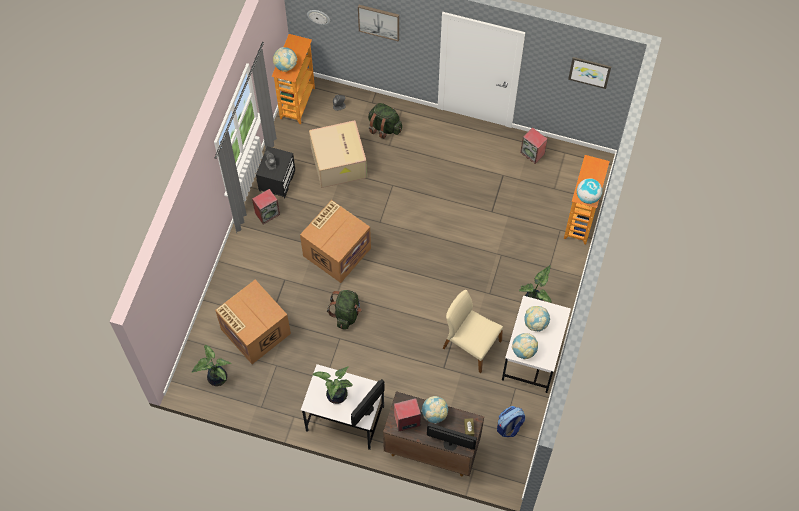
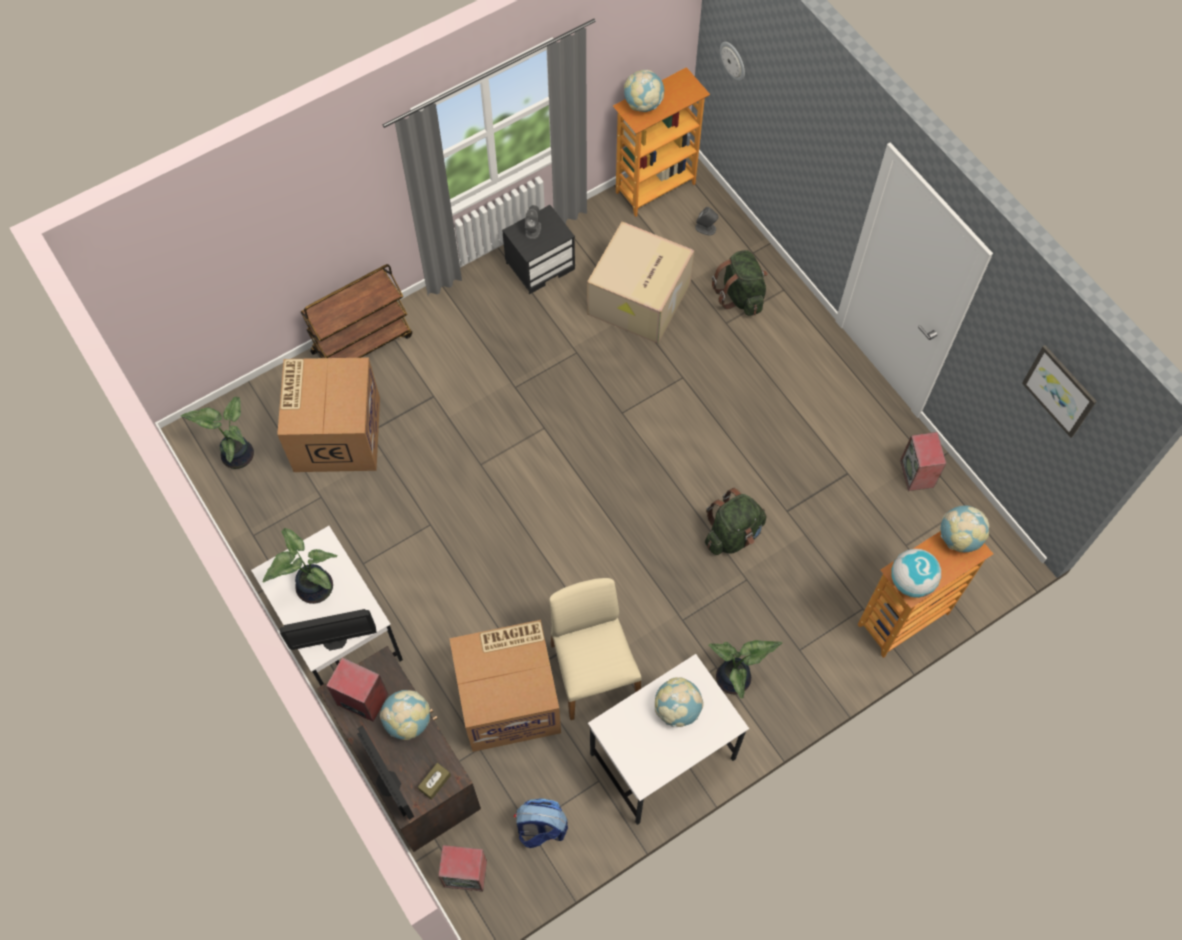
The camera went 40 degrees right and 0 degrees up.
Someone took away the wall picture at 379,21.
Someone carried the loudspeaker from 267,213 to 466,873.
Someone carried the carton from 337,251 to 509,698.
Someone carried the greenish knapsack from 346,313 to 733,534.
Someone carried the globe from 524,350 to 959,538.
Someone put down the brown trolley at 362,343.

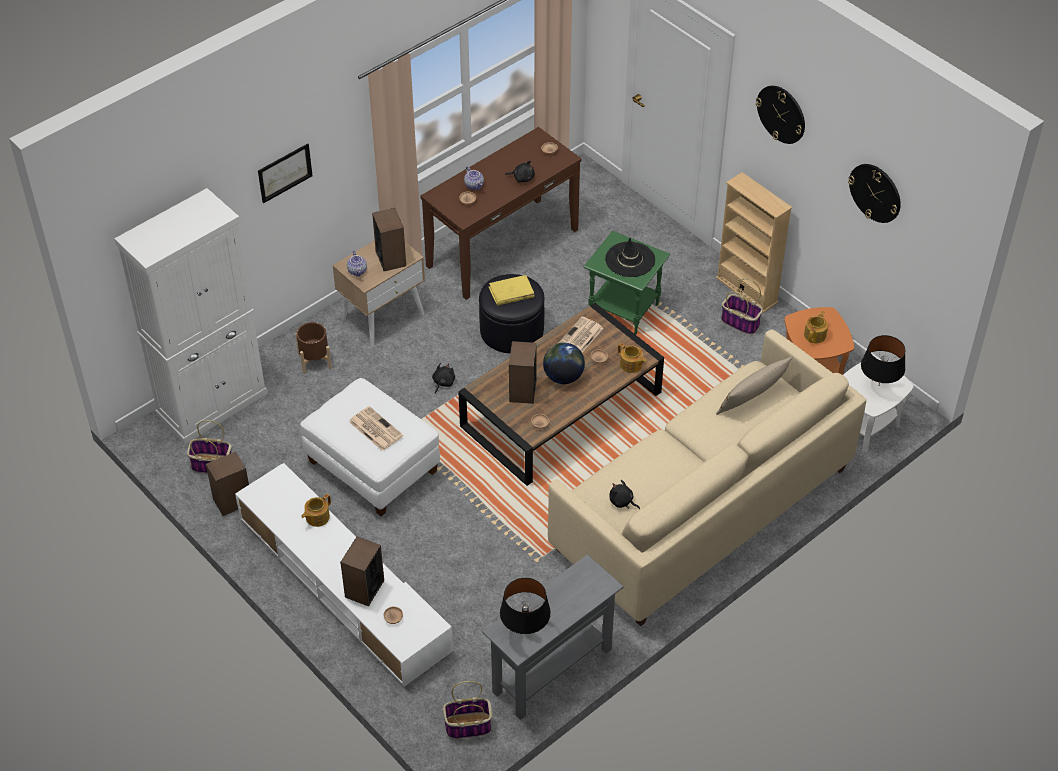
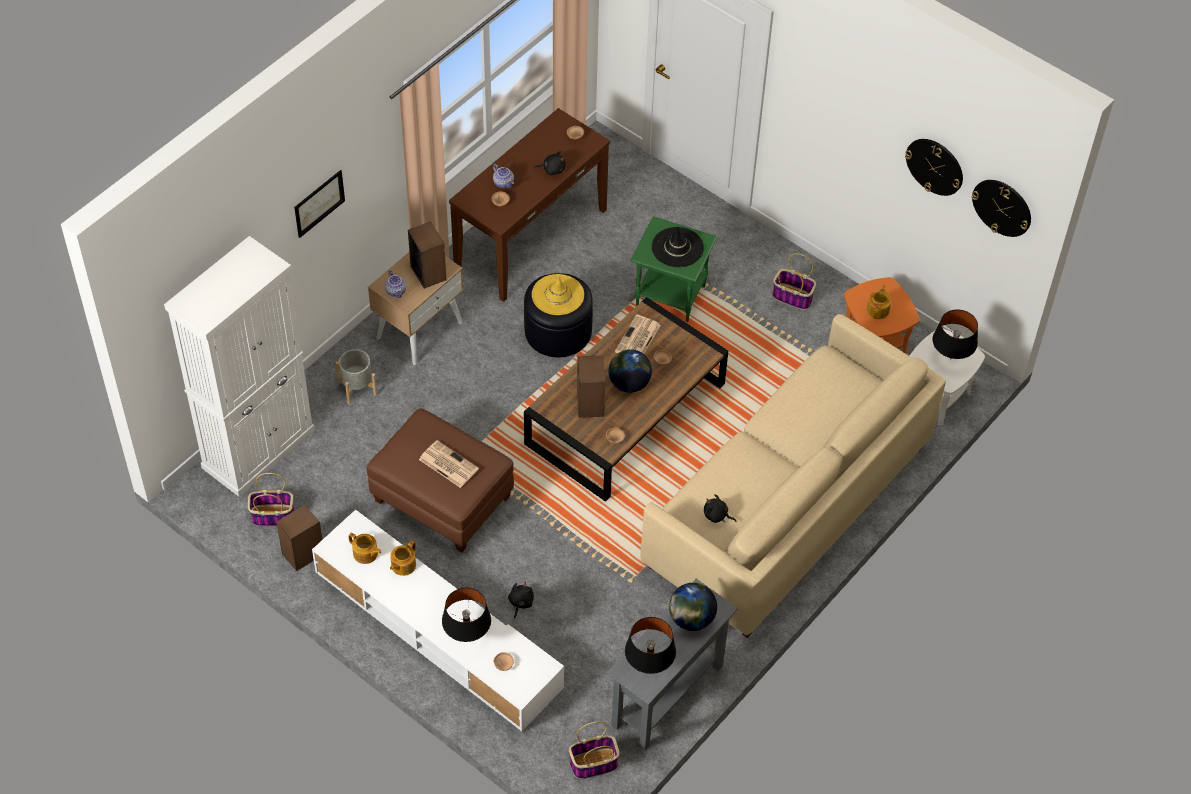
The camera went 10 degrees left and 5 degrees up.
Someone carried the clock on the wall from 781,114 to 1002,207.
Someone took away the sand-coloured bookshelf at 747,290.
Someone swapped the yellow volume at 511,292 for the yellow clothing hat at 558,295.
Someone repainted the brown plant pot at 315,361, which became the gray plant pot at 357,388.
Someone carried the pot for tea from 631,365 to 365,554.
Someone took away the sand-coloured cushion at 752,398.
Someone carried the black cuddly toy from 443,383 to 520,603.
Someone repainted the white footrest at 372,467, which became the brown footrest at 442,500.
Someone swapped the loudspeaker at 364,589 for the black tabletop lamp at 467,636.
Someone put down the globe at 691,619.

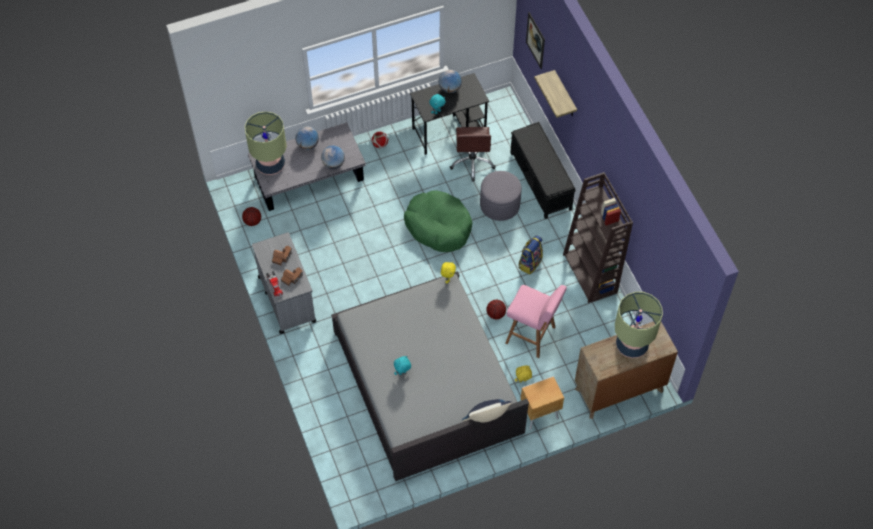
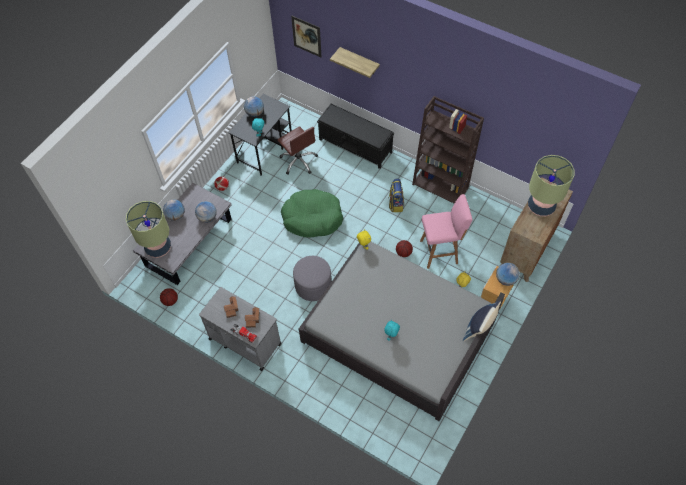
The camera went 35 degrees left and 0 degrees up.
Someone carried the gray footrest from 499,205 to 313,285.
Someone put down the globe at 505,279.

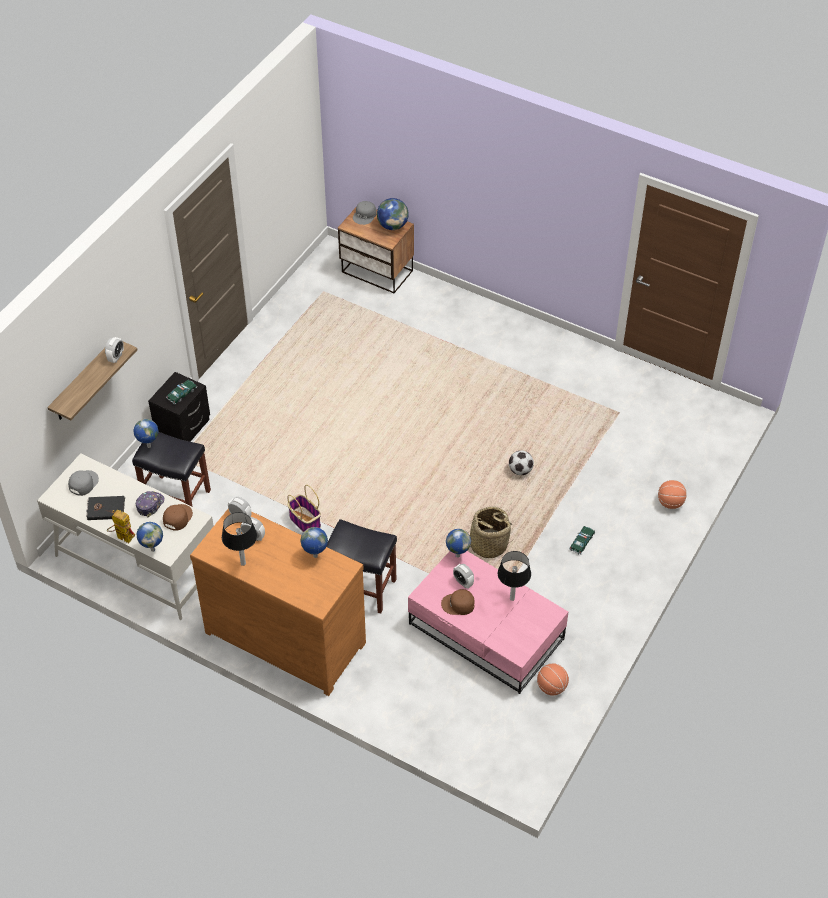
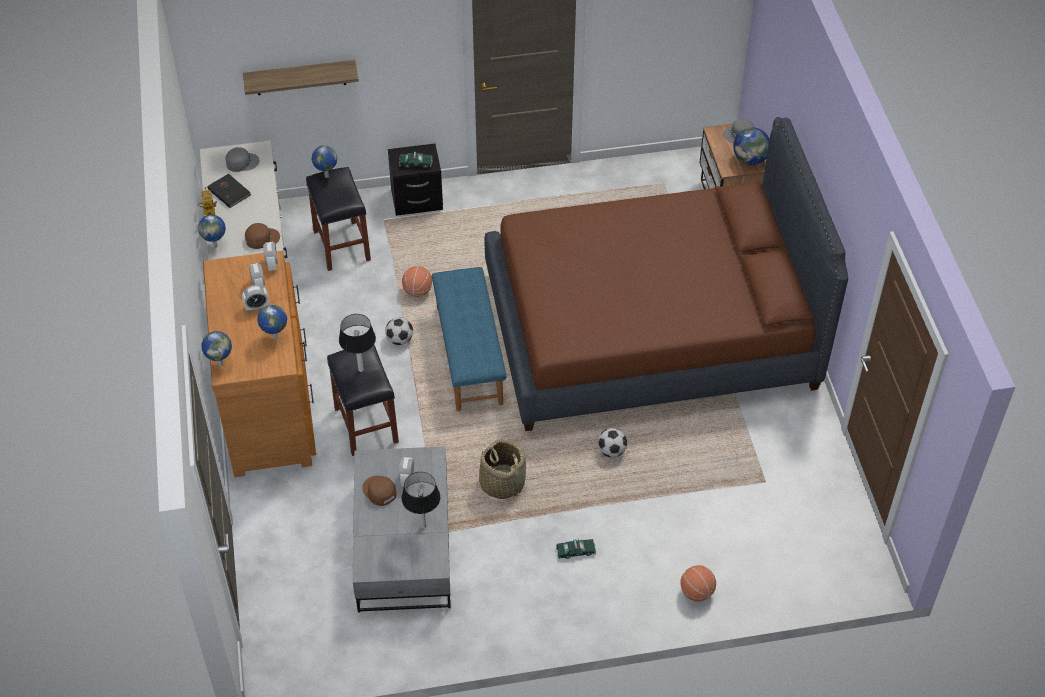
The camera went 50 degrees right and 0 degrees up.
Someone carried the alarm clock from 116,357 to 257,307.
Someone swapped the household basket at 304,520 for the football at 399,340.
Someone took away the peaked cap at 150,505.
Someone carried the tabletop lamp from 243,563 to 361,369.
Someone carried the globe from 457,555 to 220,363.
Someone repainted the pinkish lounge table at 487,631, which became the gray lounge table at 404,544.
Someone carried the ball for basketball from 552,687 to 417,291.
Someone put down the brown sleeping bed at 650,330.
Someone put down the bluish long seat at 470,355.

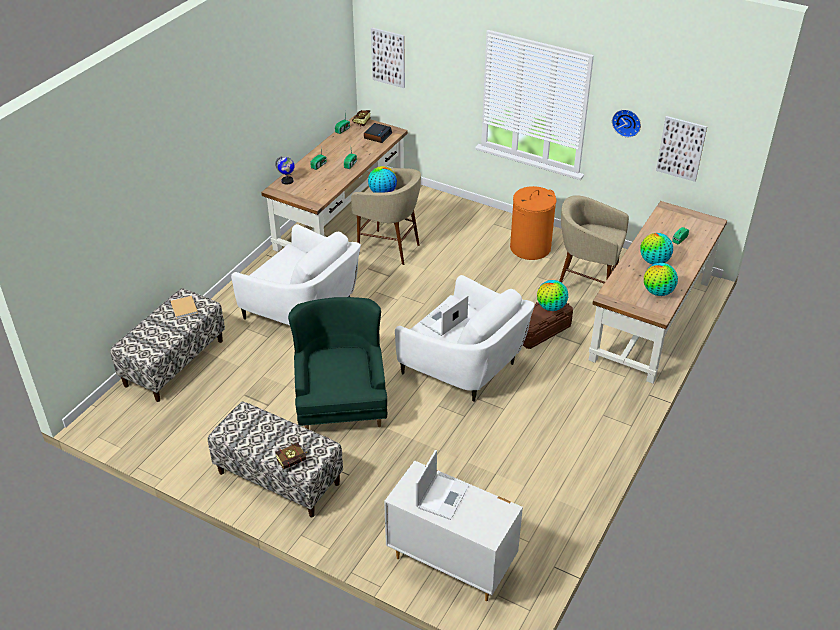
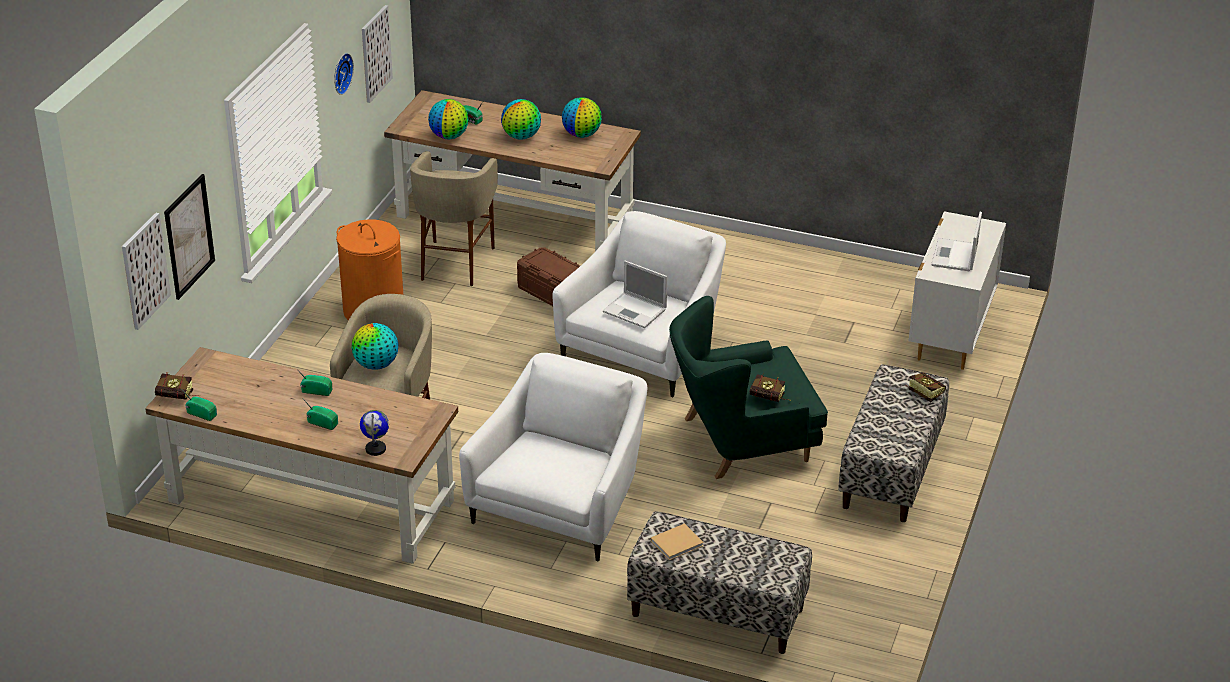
The camera went 100 degrees left and 5 degrees down.
Someone took away the alarm clock at 377,136.
Someone carried the globe from 551,307 to 449,136.
Someone rotated the portable computer at 442,495 by 90 degrees counterclockwise.
Someone put up the wall picture at 189,236.
Someone put down the volume at 770,399.

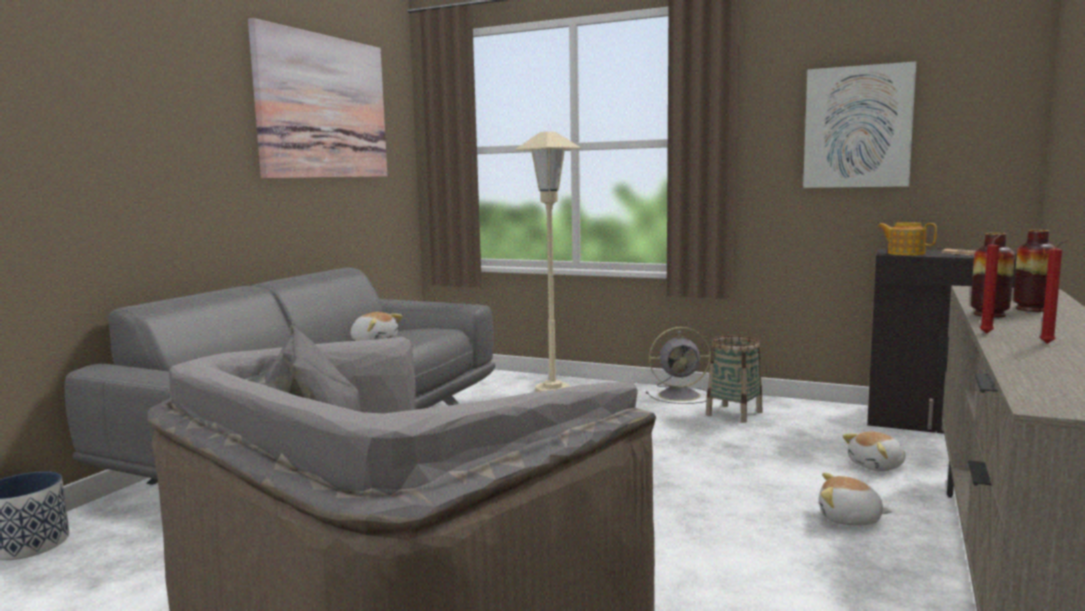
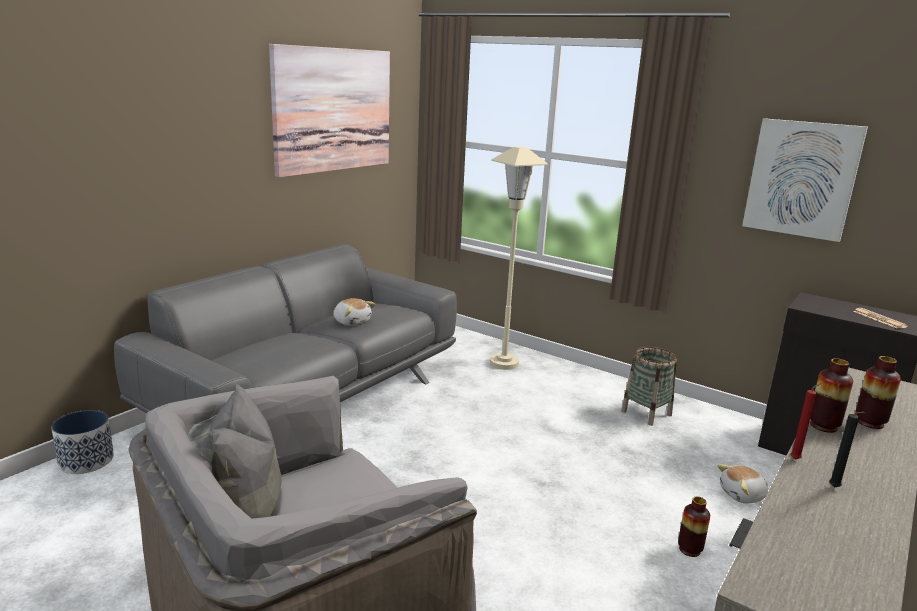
The camera went 10 degrees right and 10 degrees up.
Someone took away the pot for tea at 905,253.
Someone repainted the red wax candle at 1049,344, which became the black wax candle at 835,488.
Someone took away the gray fan at 681,395.
Someone swapped the cuddly toy at 849,519 for the decorative vase at 689,550.

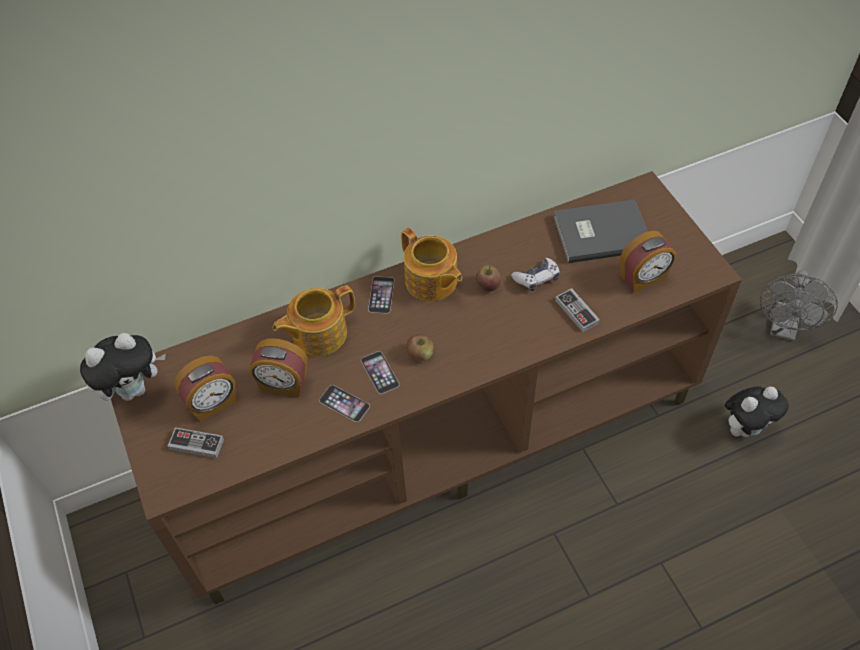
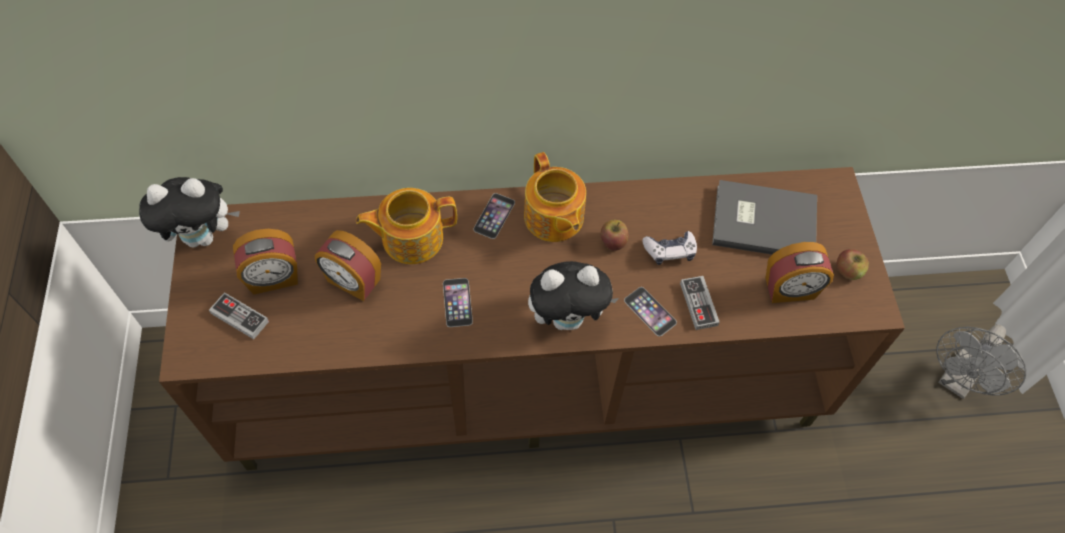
The camera went 15 degrees right and 5 degrees up.
Someone carried the apple fruit from 420,354 to 848,271.
Someone carried the telephone from 344,403 to 650,311.
Someone carried the cuddly toy from 745,427 to 568,318.

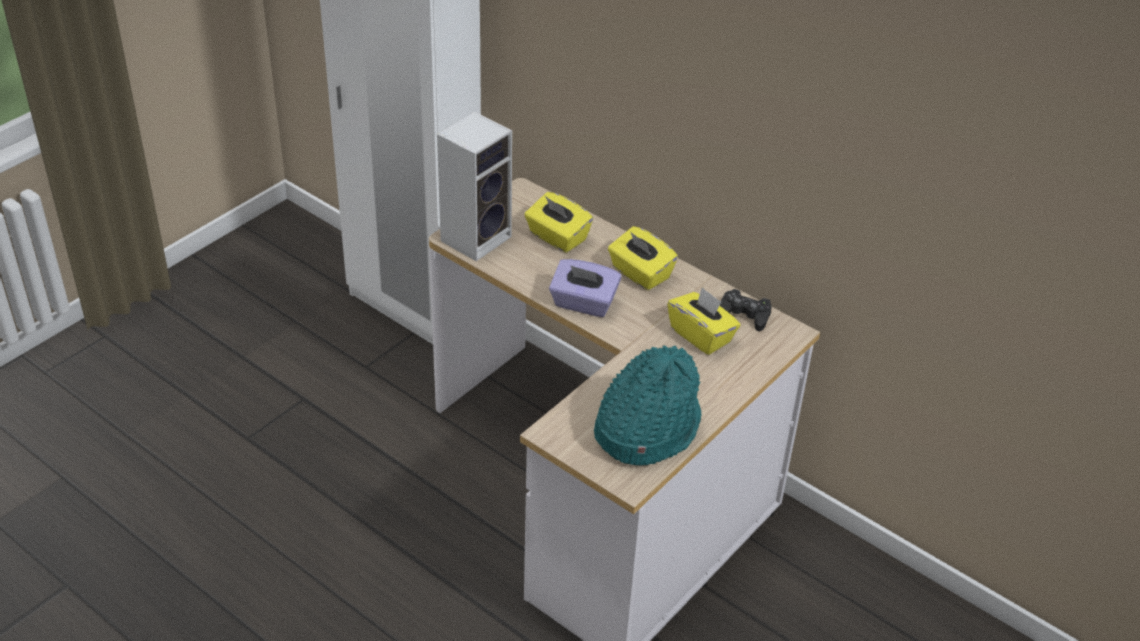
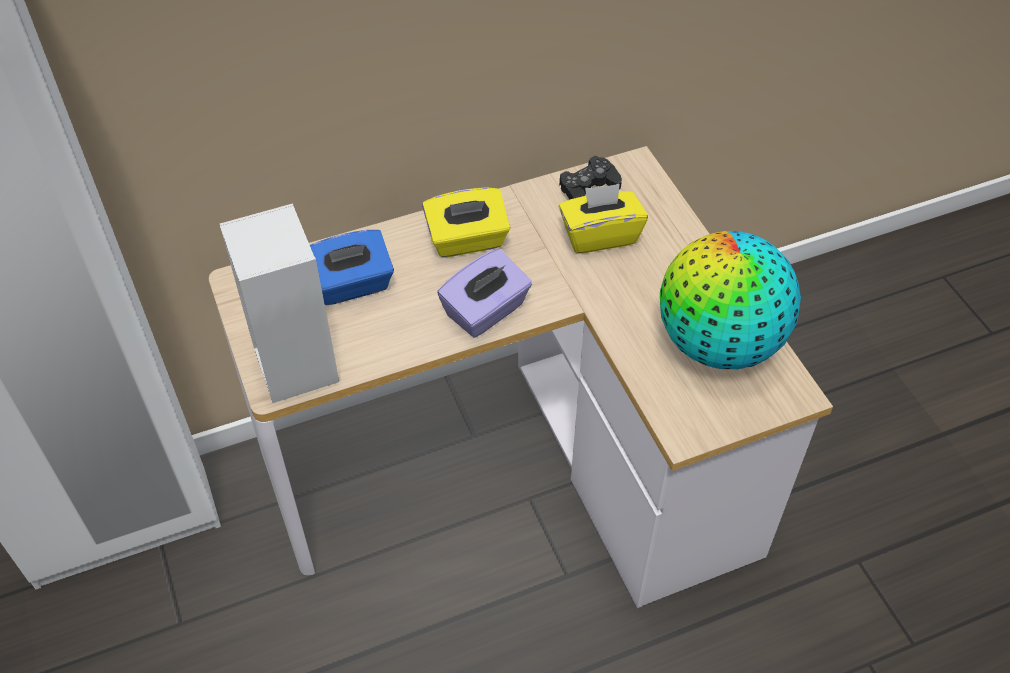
The camera went 60 degrees left and 10 degrees up.
Someone repainted the yellow tissue holder at 557,237, which became the bluish tissue holder at 351,285.
Someone swapped the blue-green clothing hat at 646,427 for the globe at 718,344.

